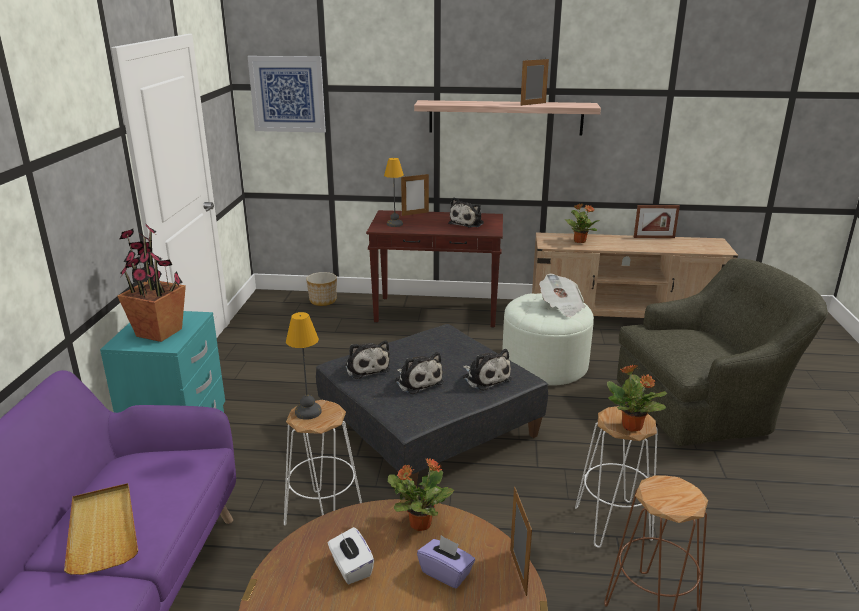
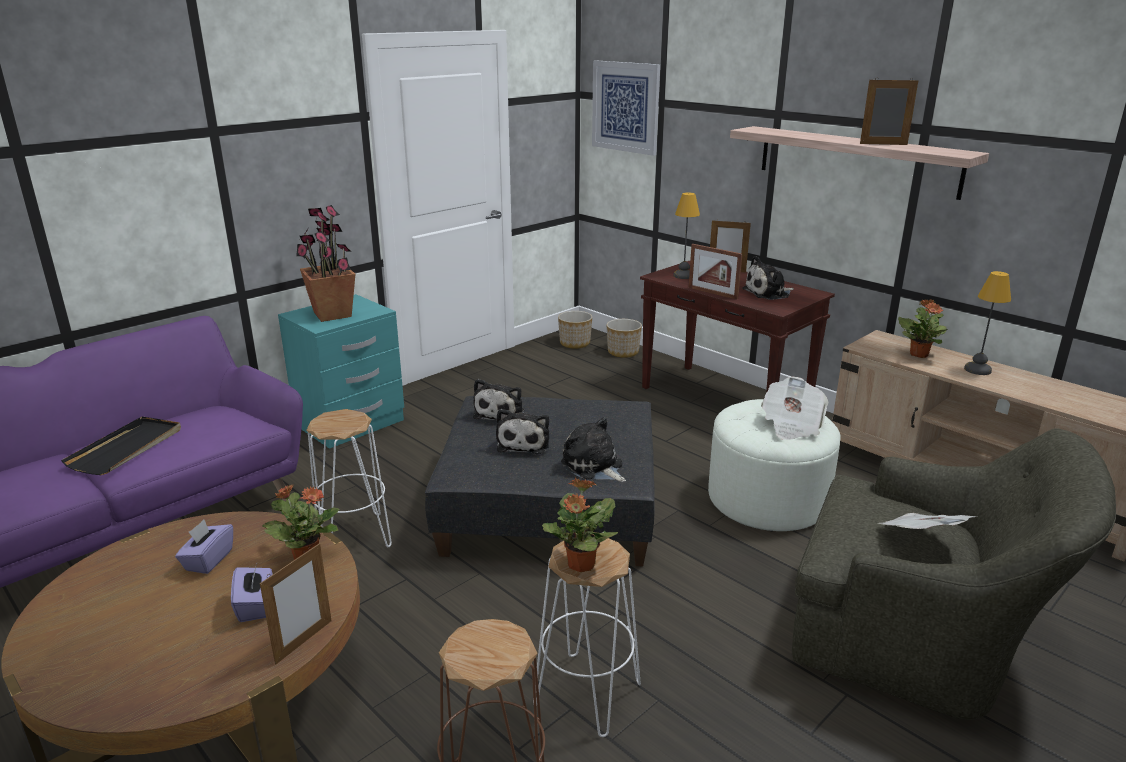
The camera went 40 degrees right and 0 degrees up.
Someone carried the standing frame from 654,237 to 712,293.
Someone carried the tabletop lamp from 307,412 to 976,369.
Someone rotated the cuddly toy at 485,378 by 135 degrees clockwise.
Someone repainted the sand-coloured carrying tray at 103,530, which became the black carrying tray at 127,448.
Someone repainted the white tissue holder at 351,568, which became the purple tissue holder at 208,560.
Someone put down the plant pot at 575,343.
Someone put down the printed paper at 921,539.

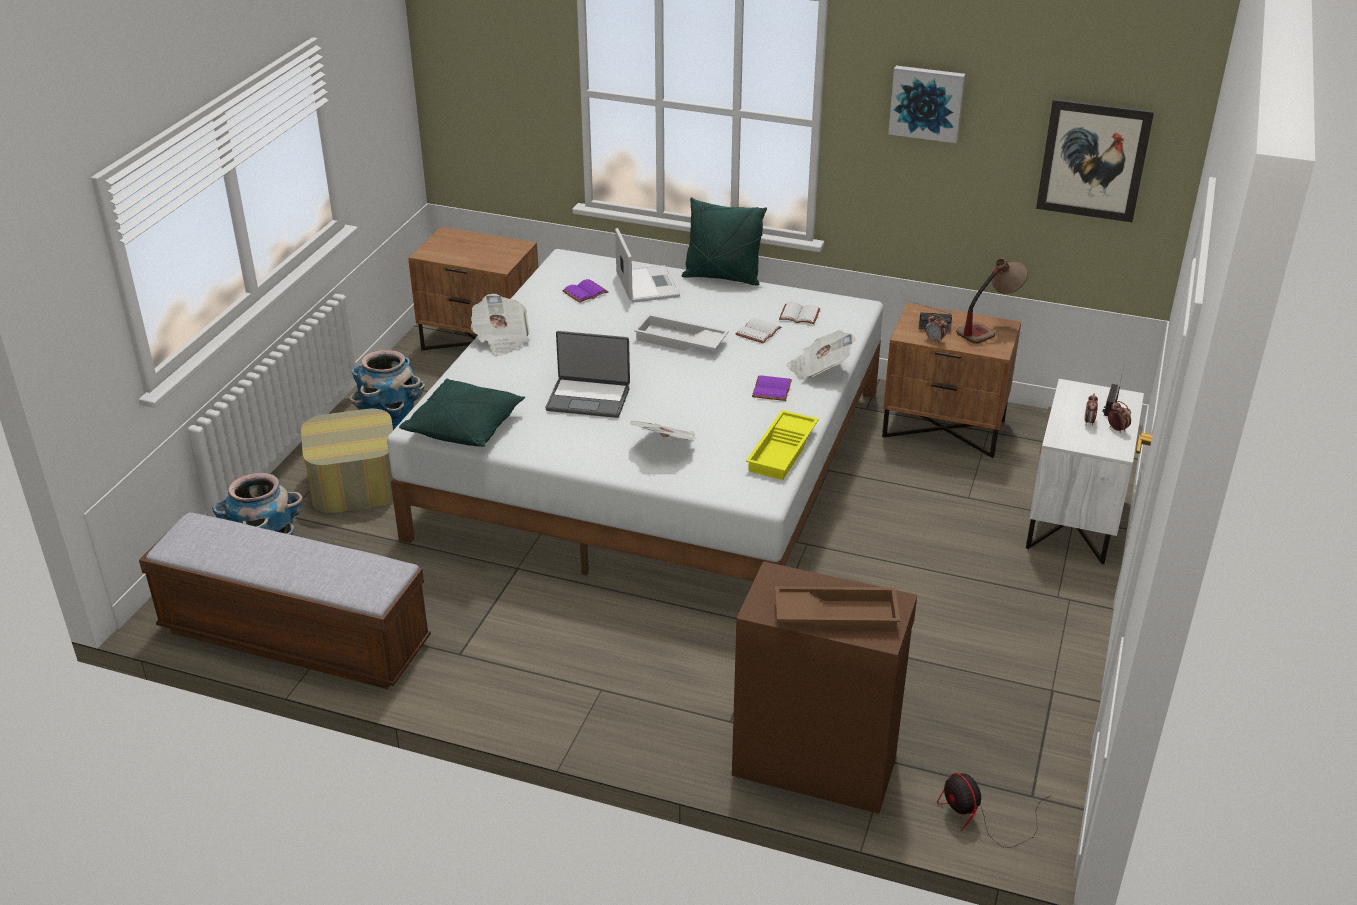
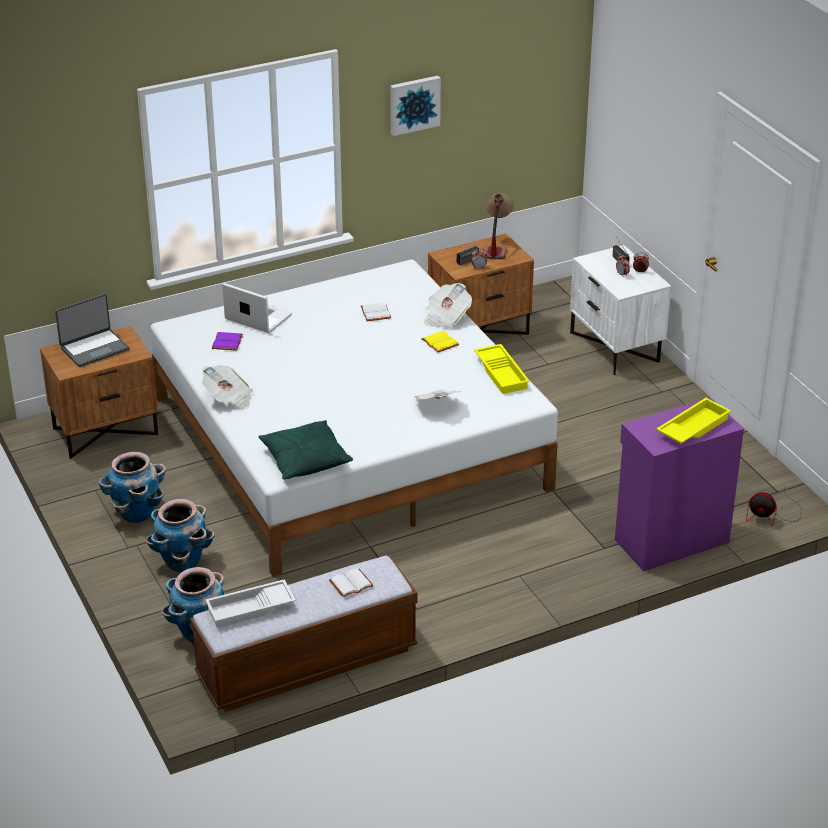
The camera went 45 degrees left and 0 degrees up.
Someone took away the wall picture at 1093,160.
Someone took away the greenish cushion at 722,277.
Someone carried the white volume from 800,315 to 351,583.
Someone carried the white carrying tray from 679,341 to 250,609.
Someone carried the portable computer from 588,398 to 94,348.
Someone repainted the purple volume at 770,389, which became the yellow volume at 439,343.
Someone swapped the footrest at 355,483 for the plant pot at 182,563.
Someone repainted the brown storage cabinet at 814,763, which became the purple storage cabinet at 670,540.
Someone repainted the brown carrying tray at 837,614, which became the yellow carrying tray at 692,427.

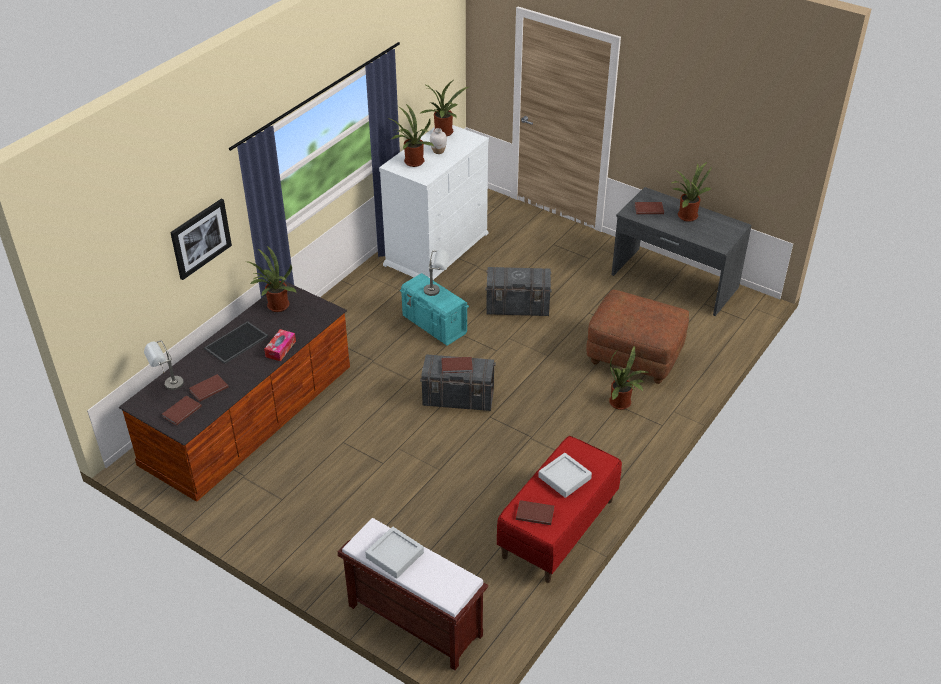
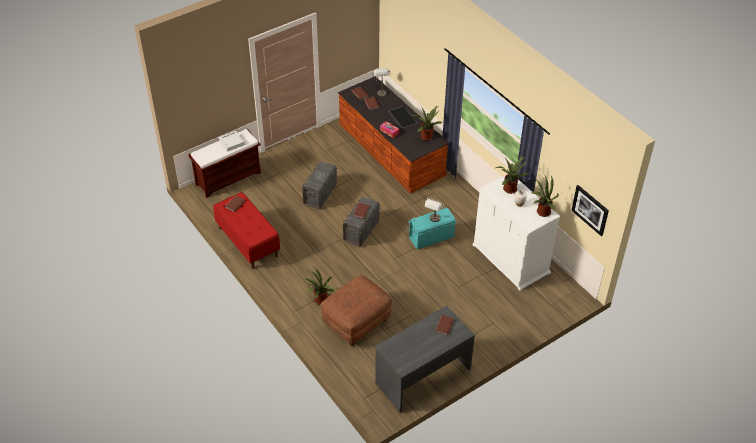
The camera went 110 degrees right and 5 degrees up.
Someone took away the plant in a pot at 686,215.
Someone carried the wall picture from 200,238 to 590,210.
Someone carried the gray storage bin from 518,307 to 320,194.
Someone took away the gray carrying tray at 564,478.

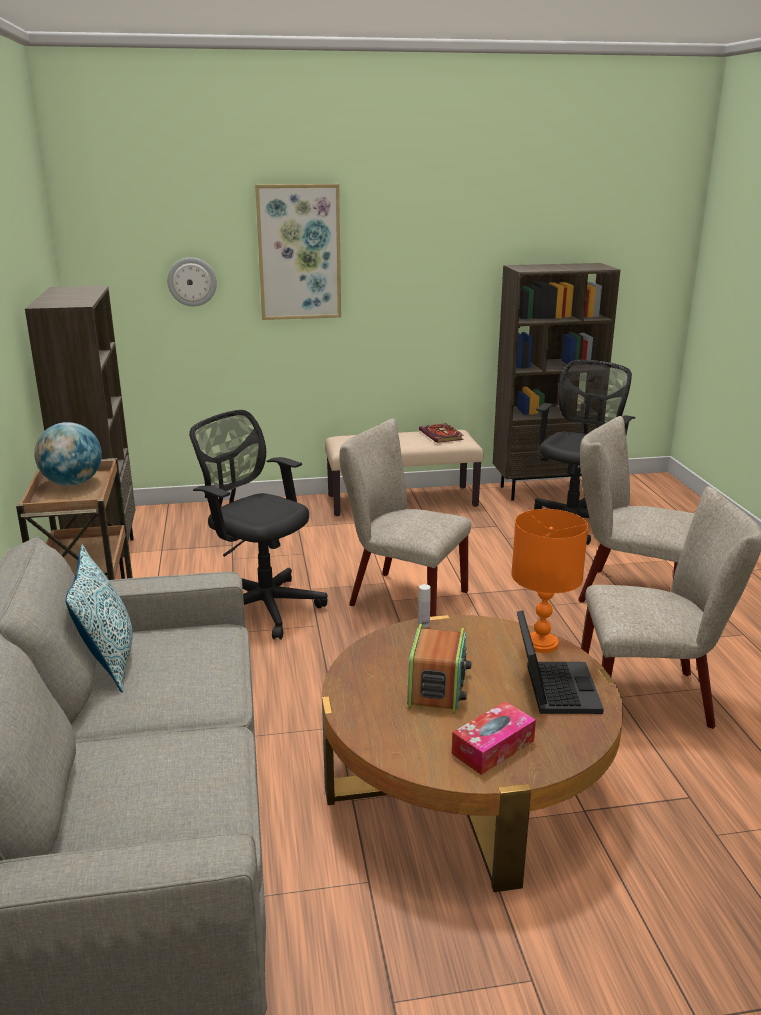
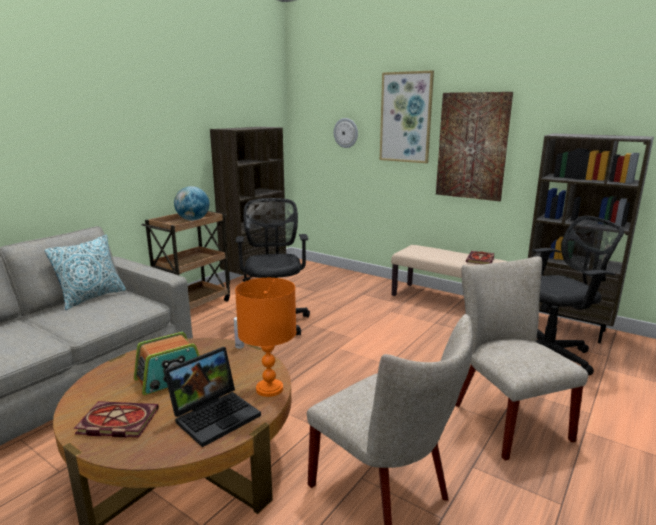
The camera went 45 degrees right and 5 degrees down.
Someone took away the sand-coloured upright chair at 400,597.
Someone swapped the tissue holder at 493,747 for the volume at 115,422.
Someone put up the wall picture at 472,146.

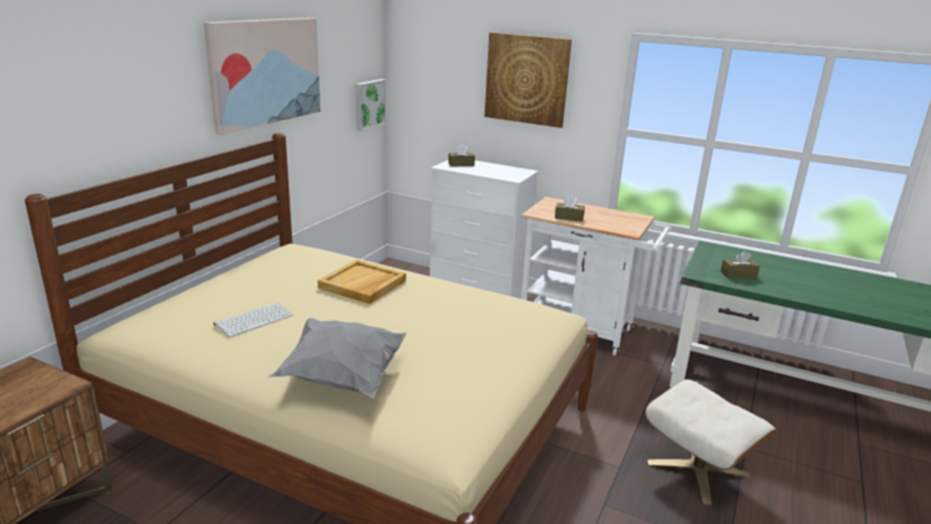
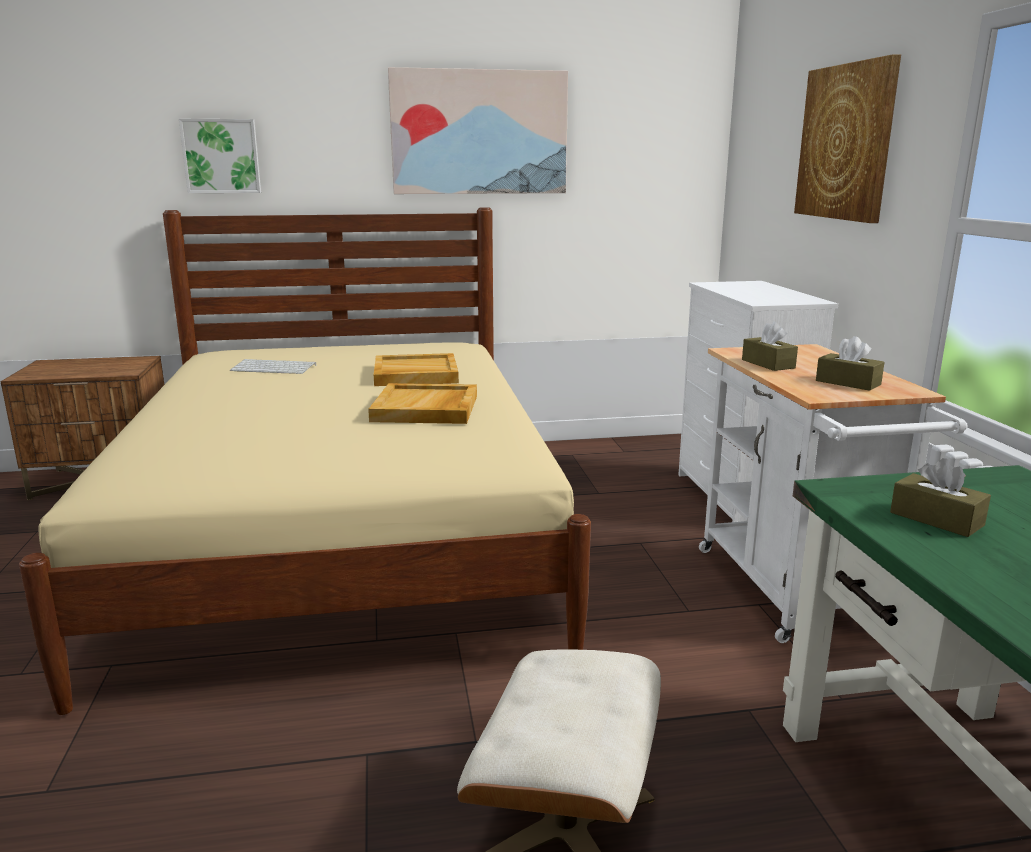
The camera went 55 degrees right and 5 degrees down.
Someone carried the wall picture from 369,104 to 221,156.
Someone carried the brown tissue holder from 461,164 to 848,383.
Someone took away the gray cushion at 342,379.
Someone put down the sand-coloured carrying tray at 426,409.

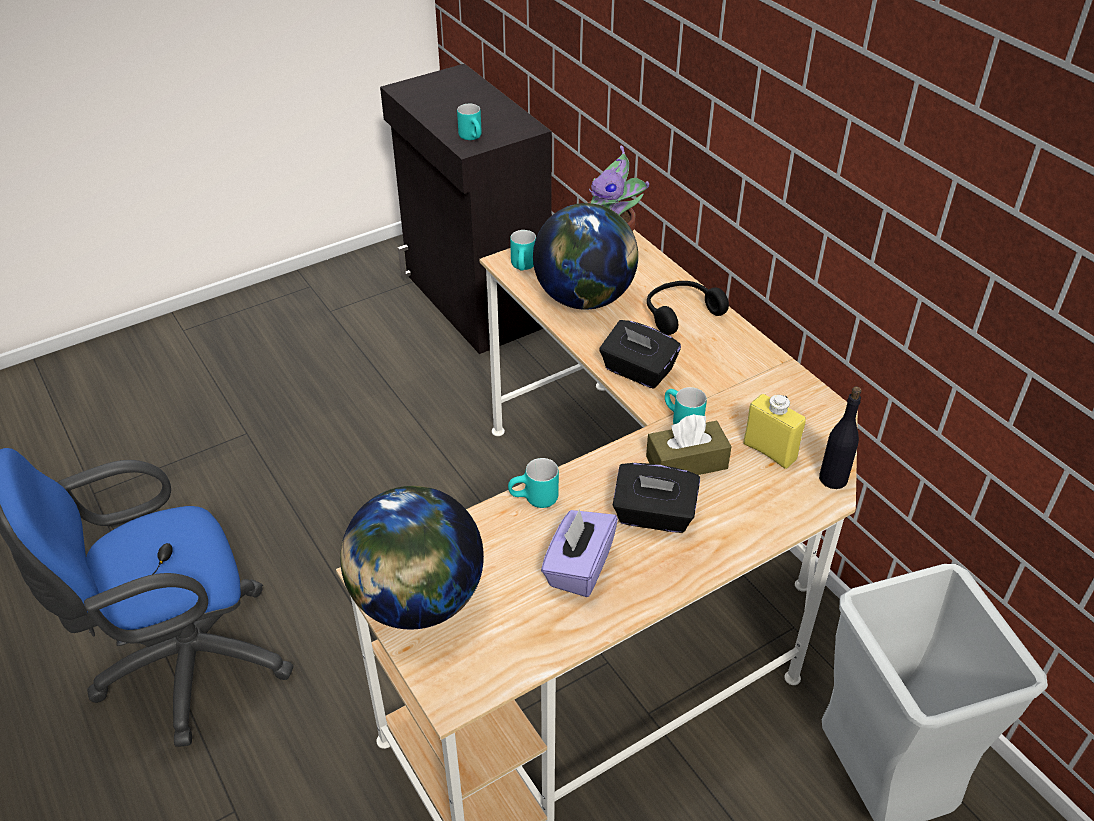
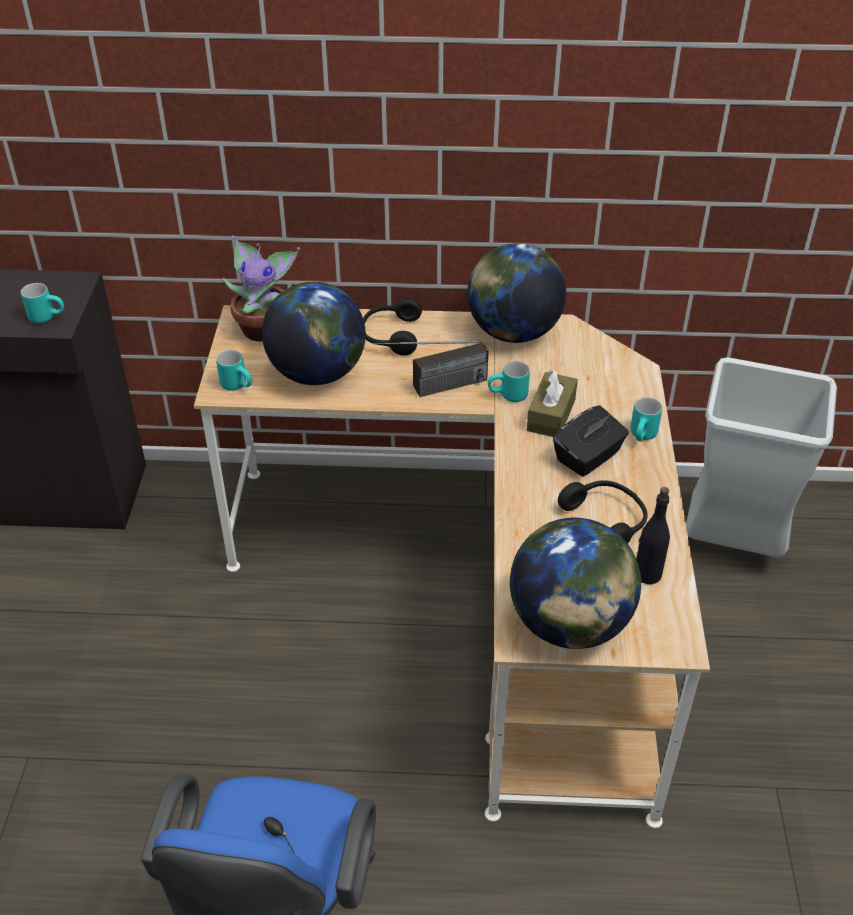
The camera went 55 degrees left and 0 degrees up.
Someone swapped the black tissue holder at 637,371 for the radio at 432,389.
Someone carried the black beverage bottle from 833,478 to 647,573.
Someone took away the yellow beverage bottle at 769,451.
Someone carried the blue-green tea mug from 534,501 to 643,437.
Someone swapped the purple tissue holder at 578,567 for the black headphones at 607,519.
Someone put down the globe at 513,332.

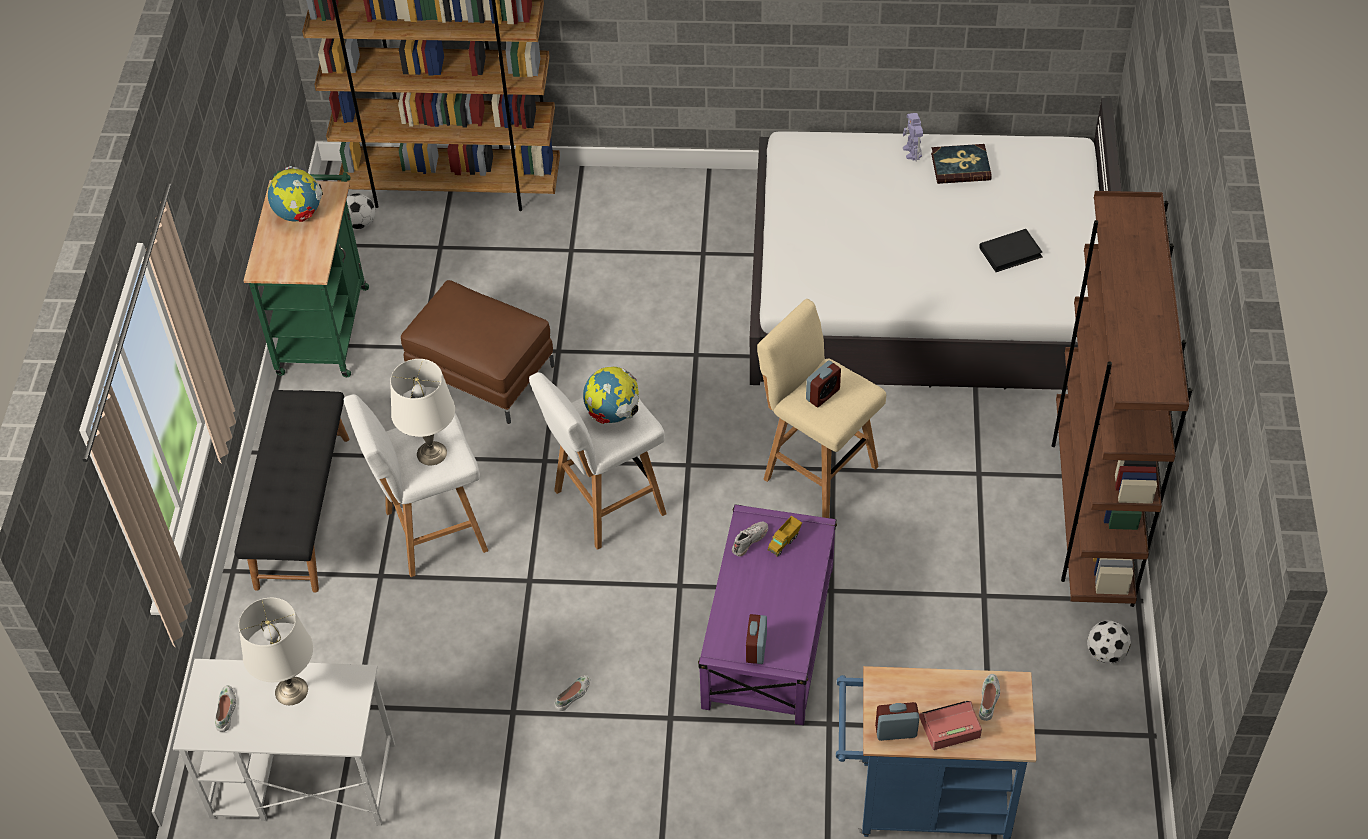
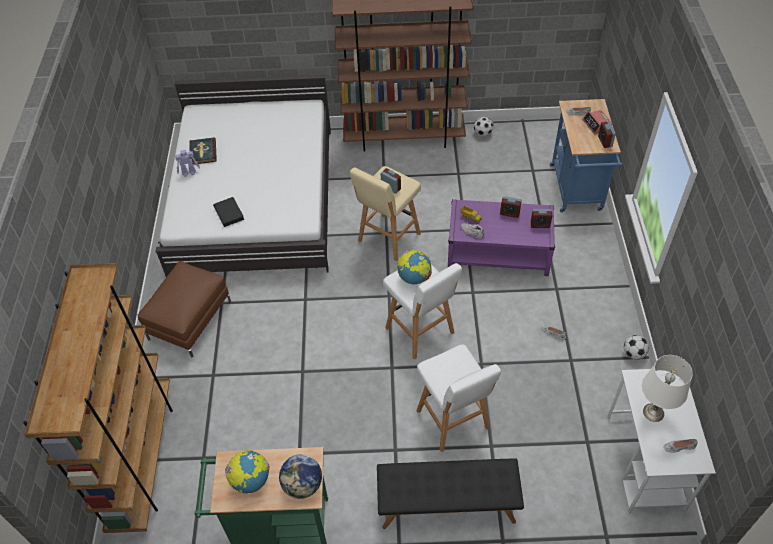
The camera went 95 degrees left and 0 degrees up.
Someone carried the football from 360,223 to 633,353.
Someone carried the black volume from 1010,252 to 229,213.
Someone carried the brown footrest from 482,372 to 190,320.
Someone took away the white tabletop lamp at 431,453.
Someone put down the alarm clock at 509,213.
Someone put down the globe at 303,485.

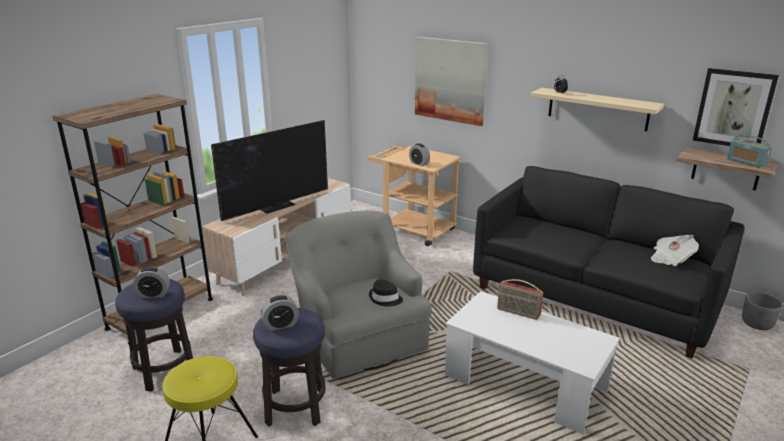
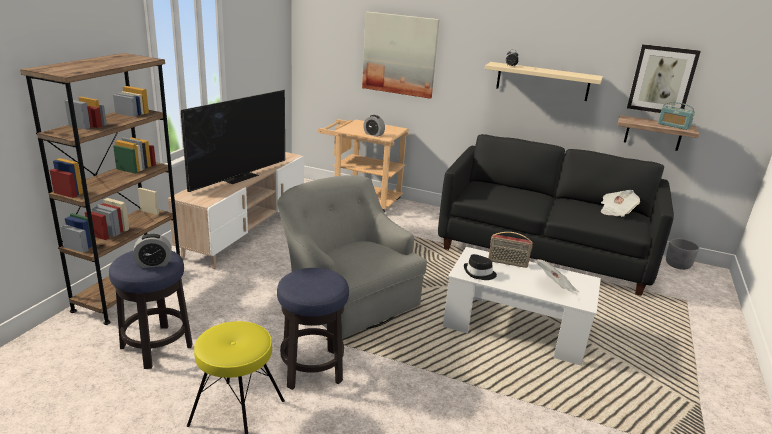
The camera went 15 degrees left and 0 degrees up.
Someone carried the black clothing hat from 385,299 to 479,273.
Someone took away the alarm clock at 280,325.
Someone put down the printed paper at 554,286.

